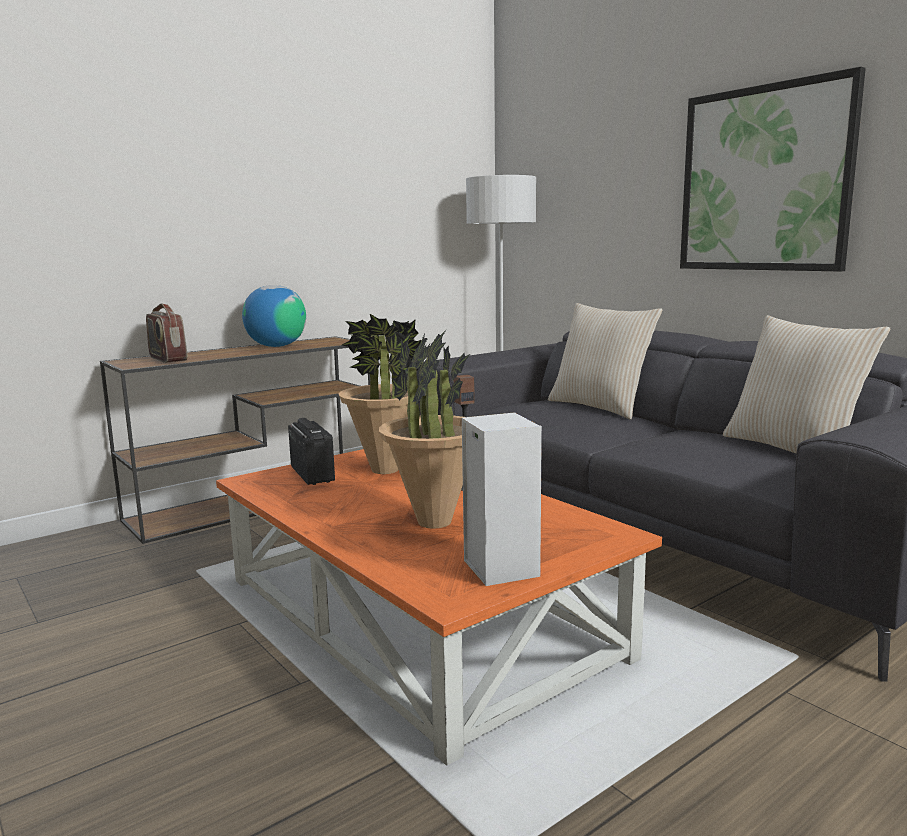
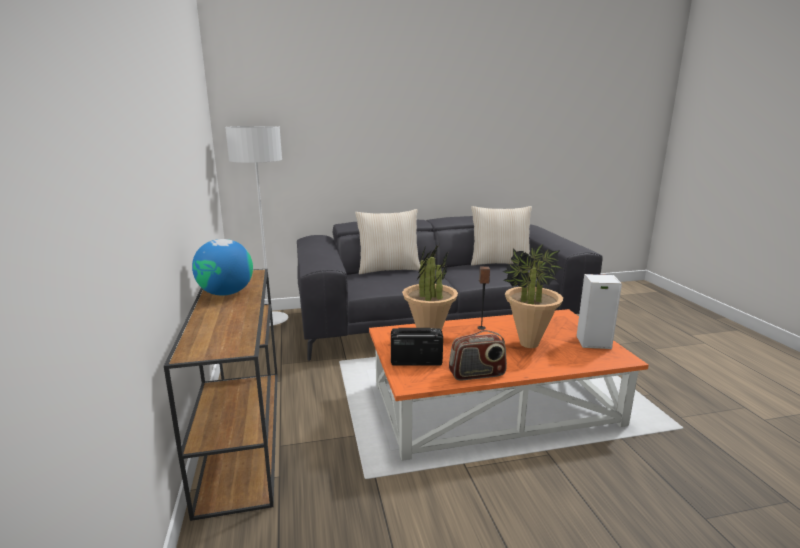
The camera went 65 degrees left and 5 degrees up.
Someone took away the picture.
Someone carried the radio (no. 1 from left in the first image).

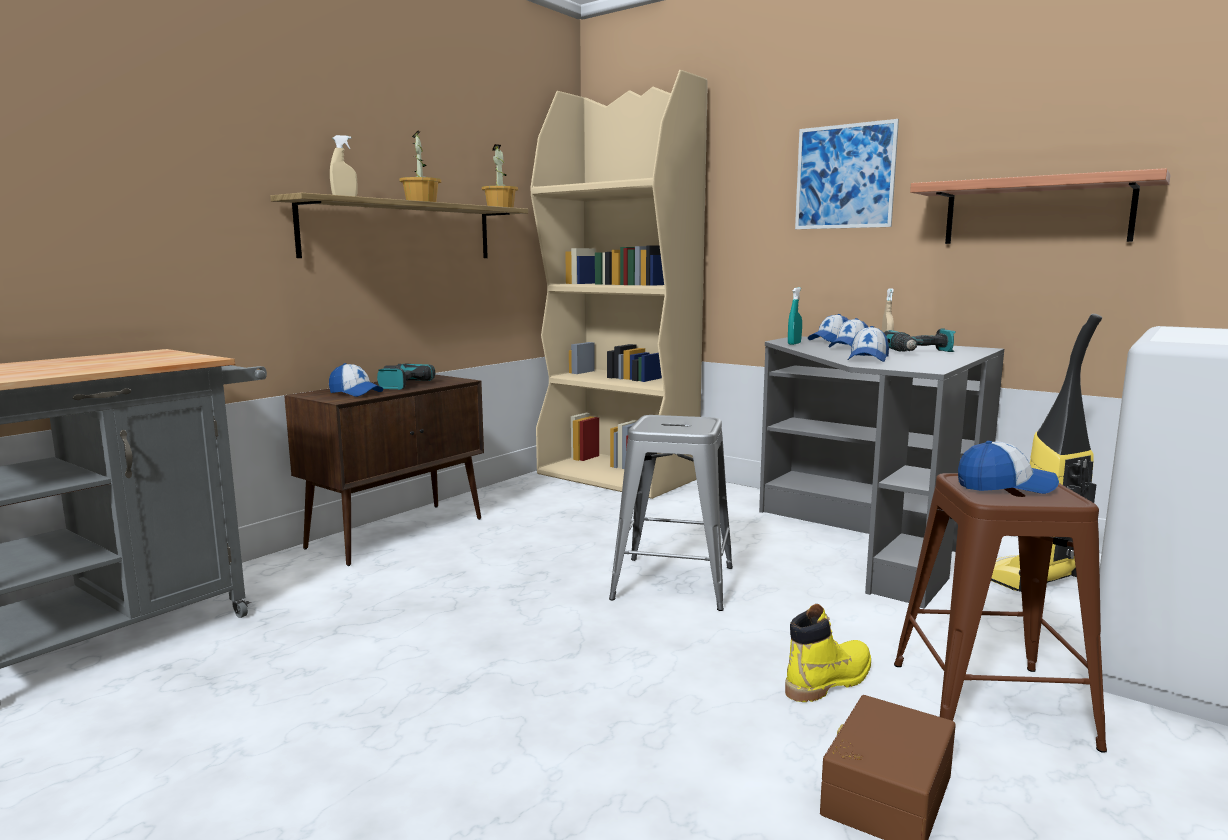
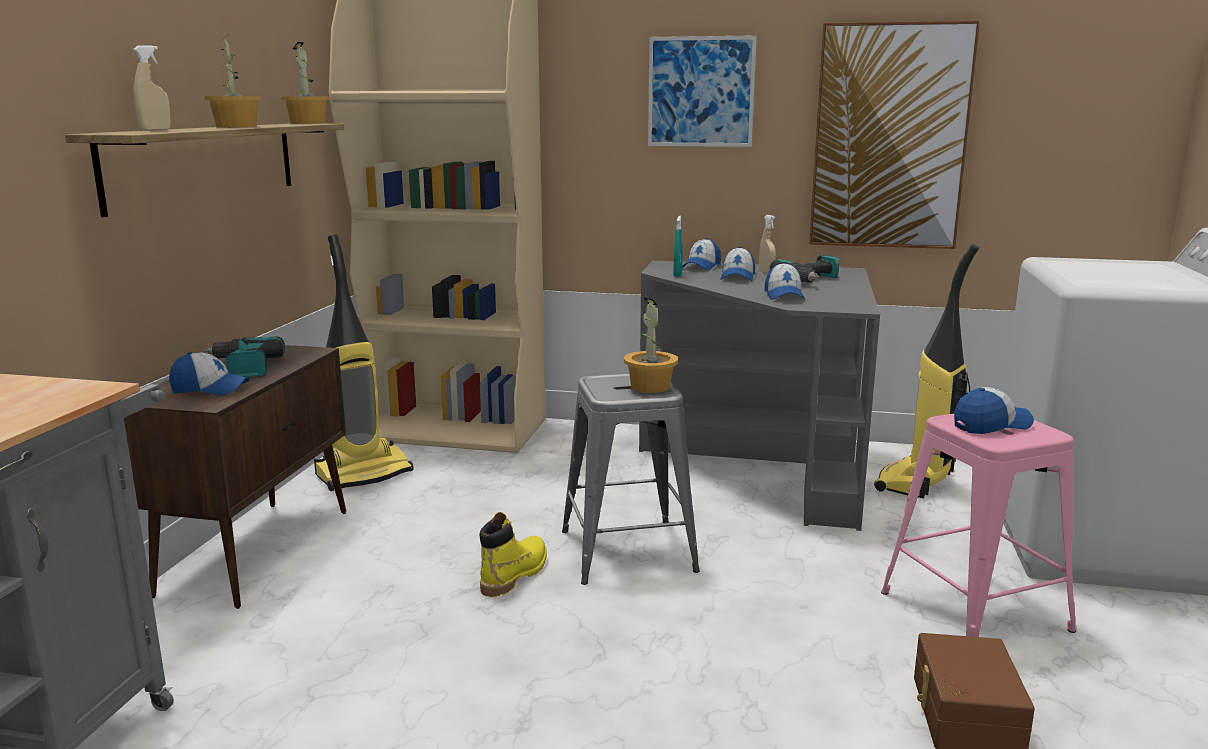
The camera went 25 degrees left and 5 degrees up.
Someone put down the vacuum cleaner (no. 1 from left).
Someone put down the potted plant (no. 3 from left).
Someone carried the yellow boot.
Someone swapped the shelf (no. 2 from left) for the picture (no. 2 from left).
Someone repainted the brown stool, which became the pink stool.

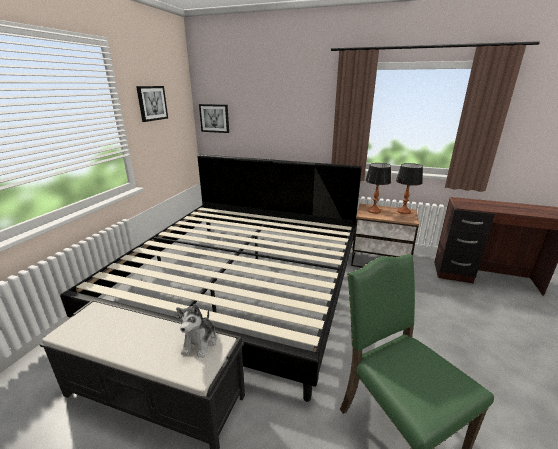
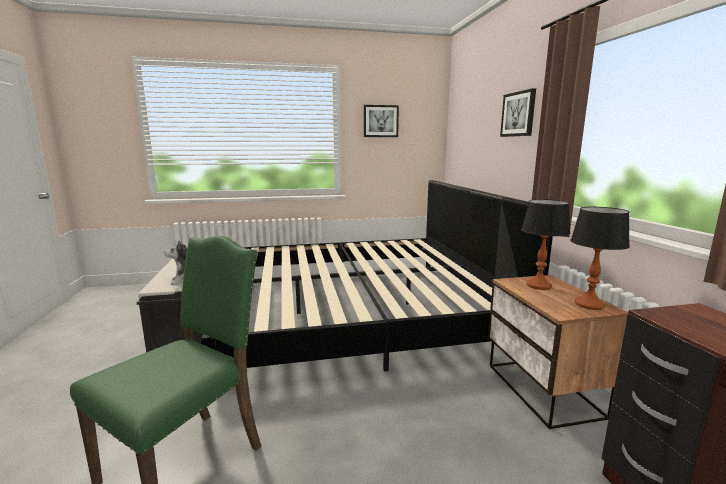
The camera went 60 degrees right and 10 degrees down.
Someone carried the picture (no. 2 from left).

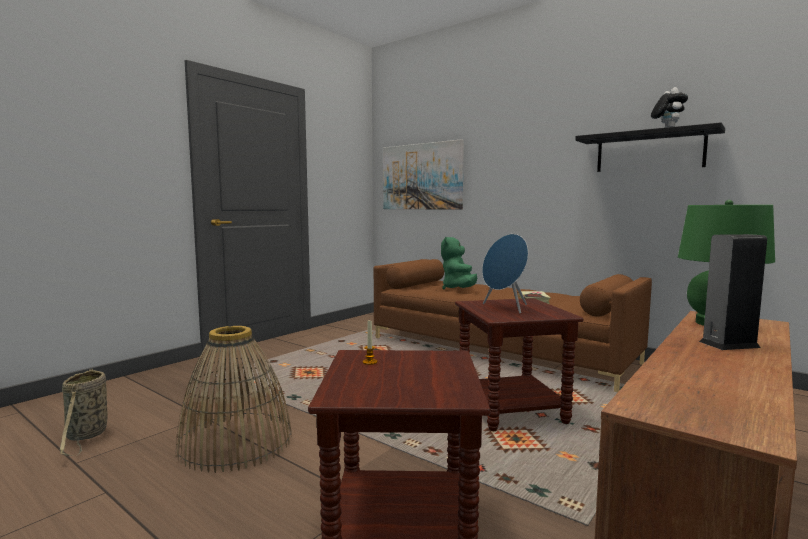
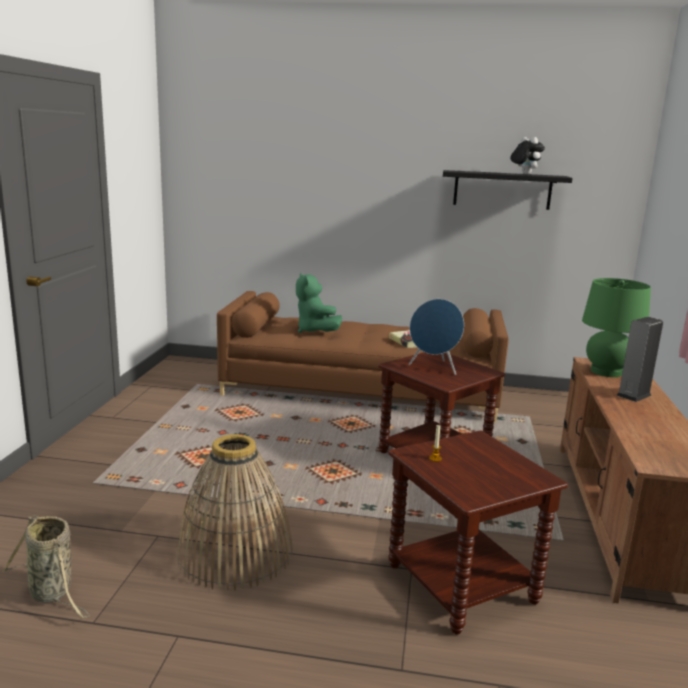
The camera went 30 degrees left and 10 degrees up.
Someone took away the picture.

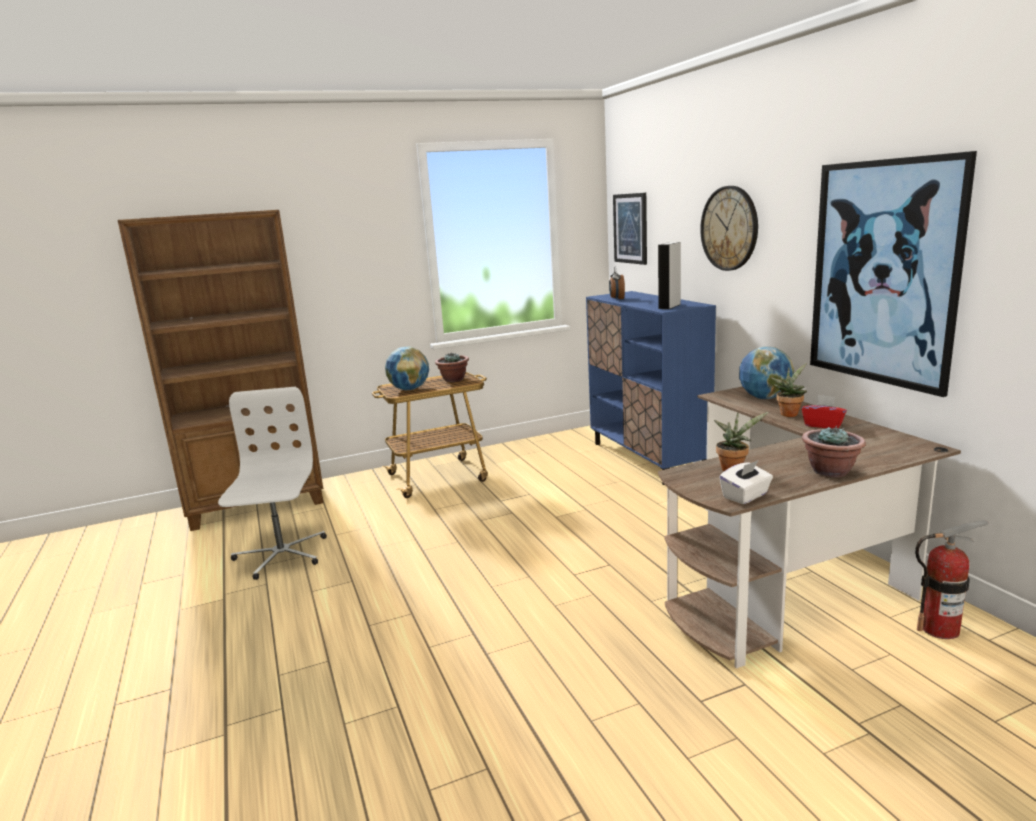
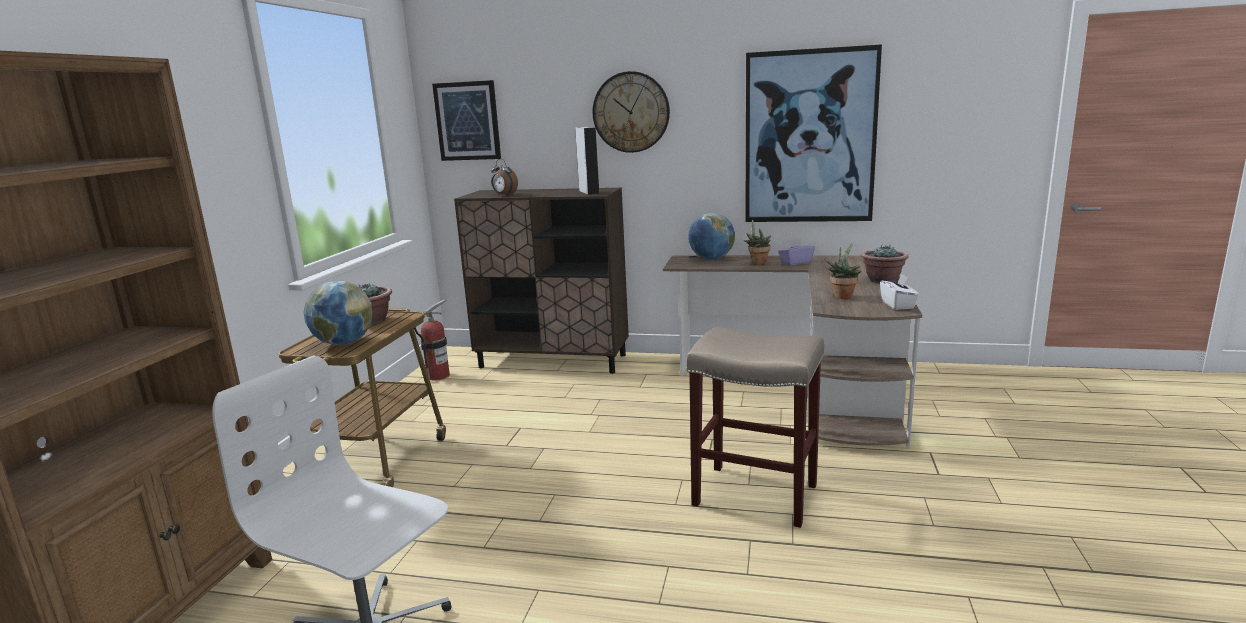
The camera went 55 degrees left and 0 degrees up.
Someone put down the beige stool.
Someone carried the fire extinguisher.
Someone repainted the blue cabinet, which became the brown cabinet.
Someone repainted the red tissue box, which became the purple tissue box.

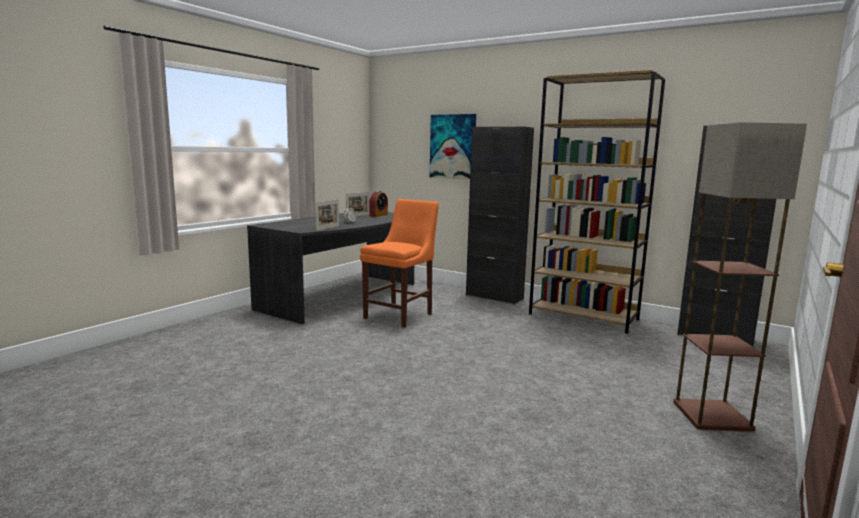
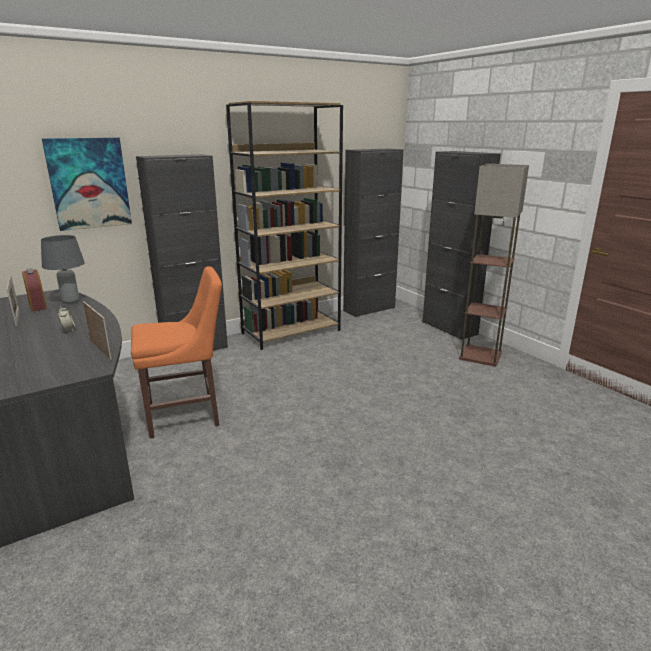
The camera went 65 degrees left and 10 degrees up.
Someone put down the grey table lamp.
Someone put down the black cabinet (no. 3 from left).
Someone rotated the orange chair by 105 degrees clockwise.

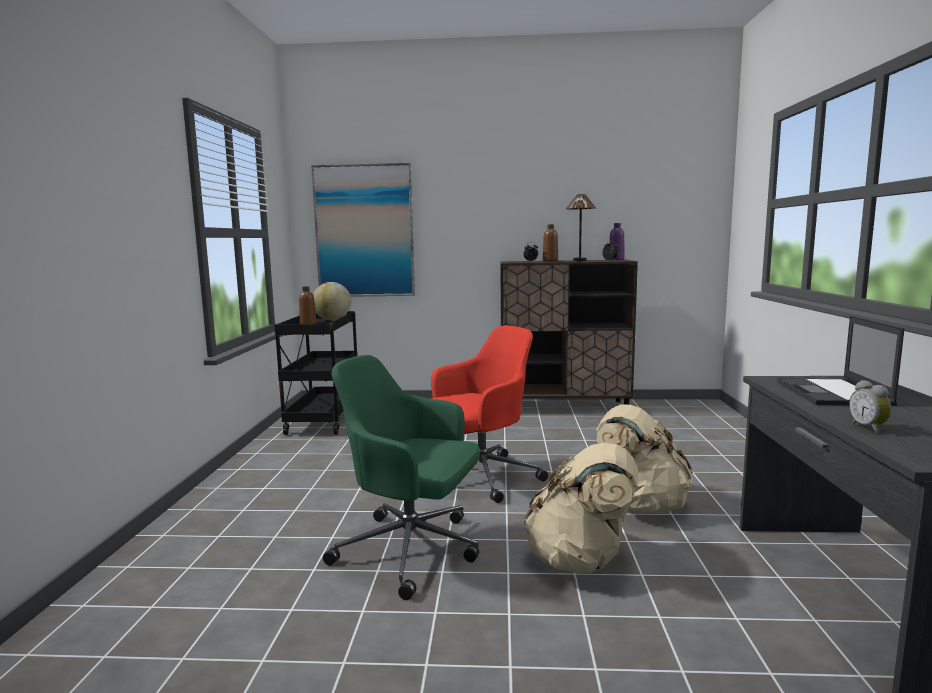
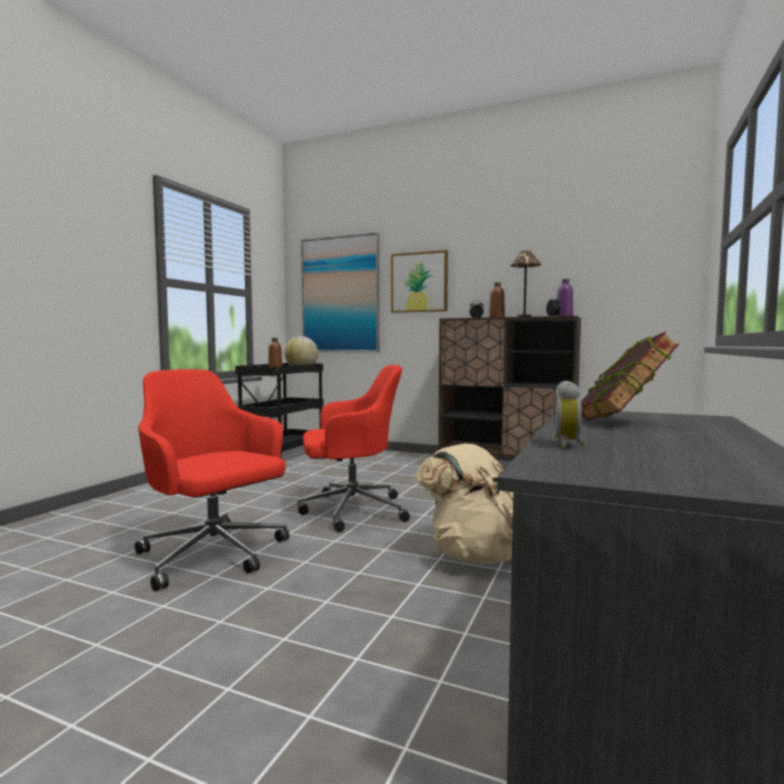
The camera went 20 degrees right and 5 degrees down.
Someone took away the beige backpack (no. 1 from left).
Someone put up the picture (no. 2 from left).
Someone swapped the laptop for the book.
Someone repainted the green office chair, which became the red office chair (no. 1 from left).

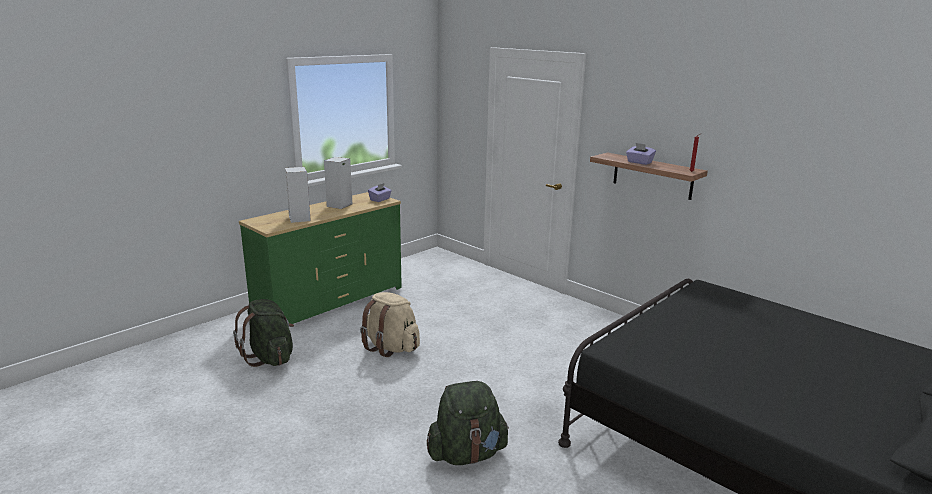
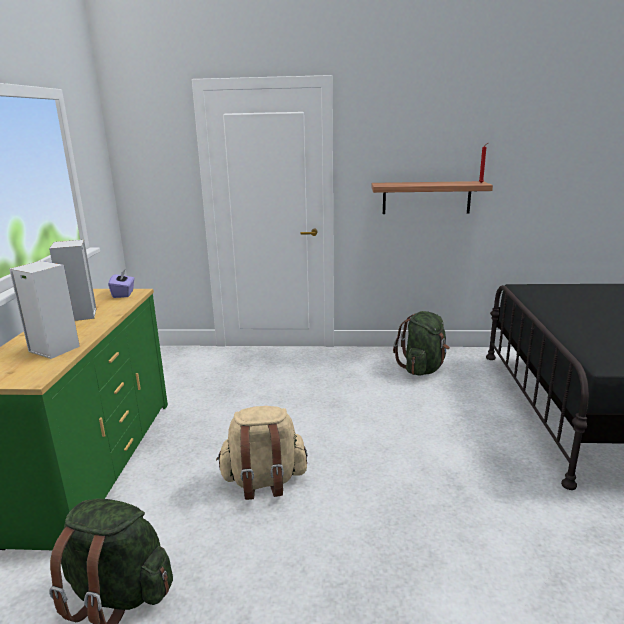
The camera went 40 degrees left and 0 degrees up.
Someone took away the purple tissue box (no. 2 from left).
Someone carried the green backpack (no. 2 from left).

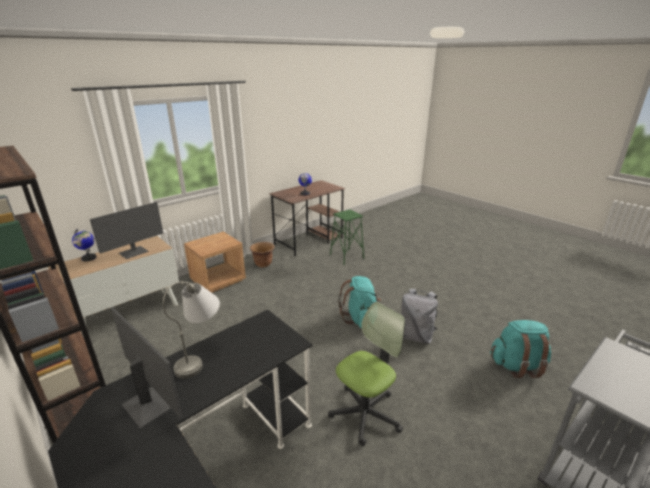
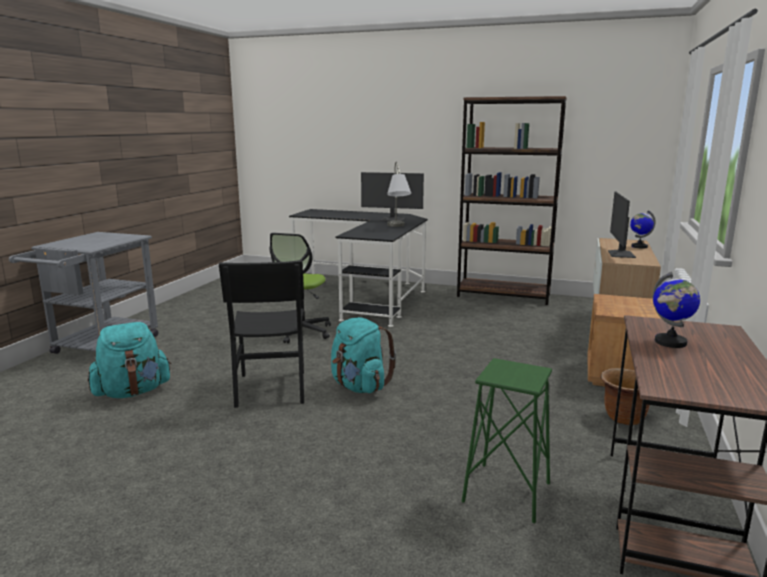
The camera went 150 degrees right and 10 degrees down.
Someone swapped the grey backpack for the black chair.

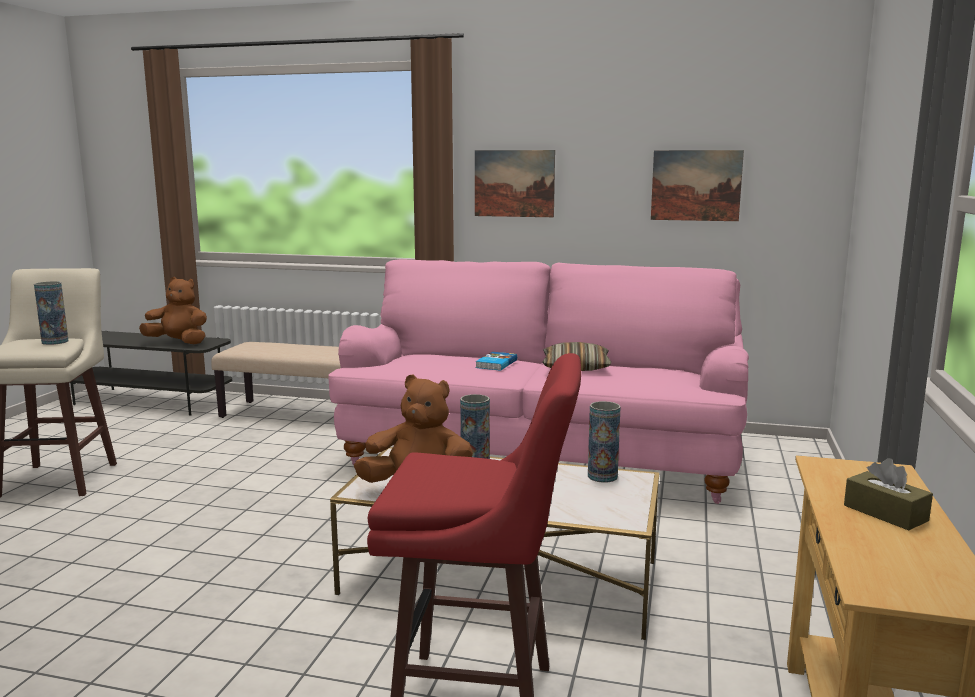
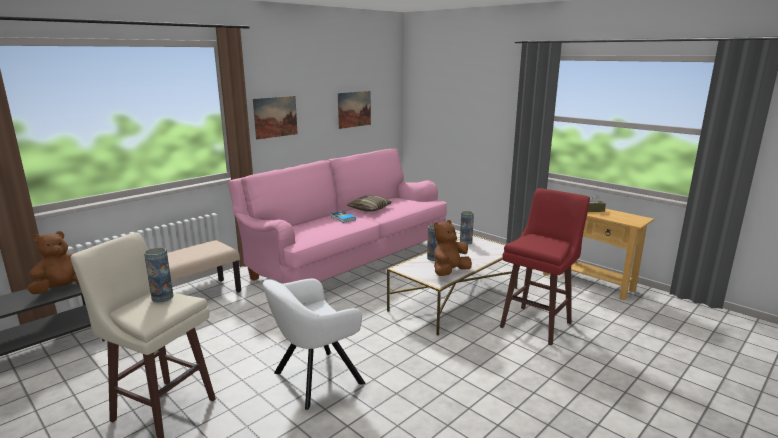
The camera went 60 degrees left and 5 degrees up.
Someone put down the white armchair.

